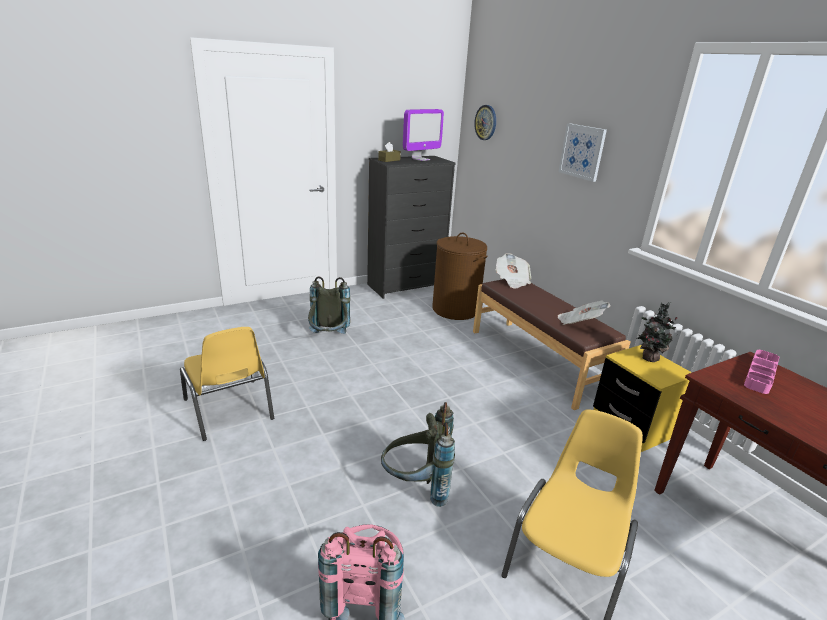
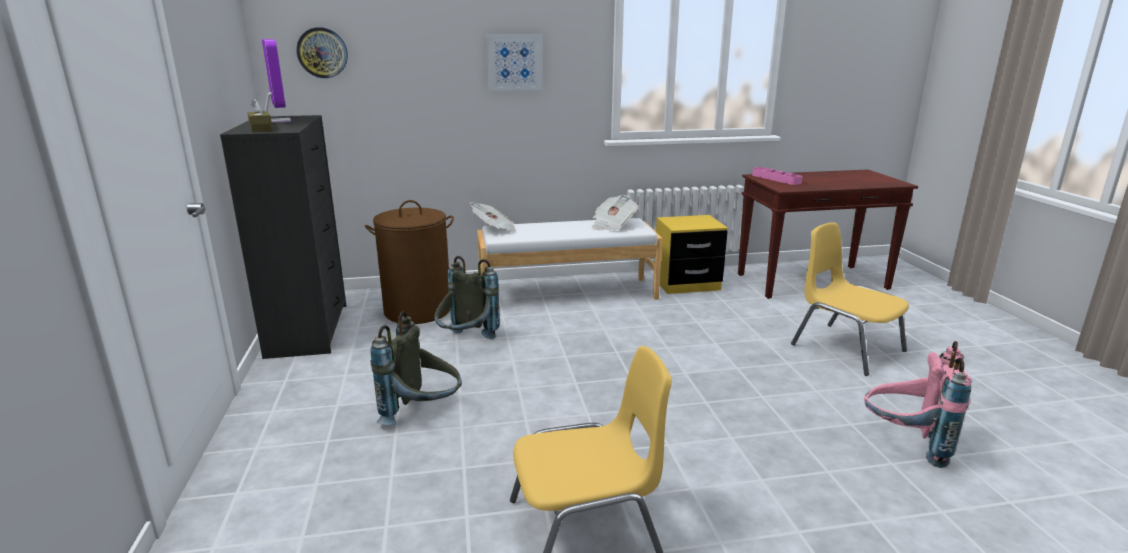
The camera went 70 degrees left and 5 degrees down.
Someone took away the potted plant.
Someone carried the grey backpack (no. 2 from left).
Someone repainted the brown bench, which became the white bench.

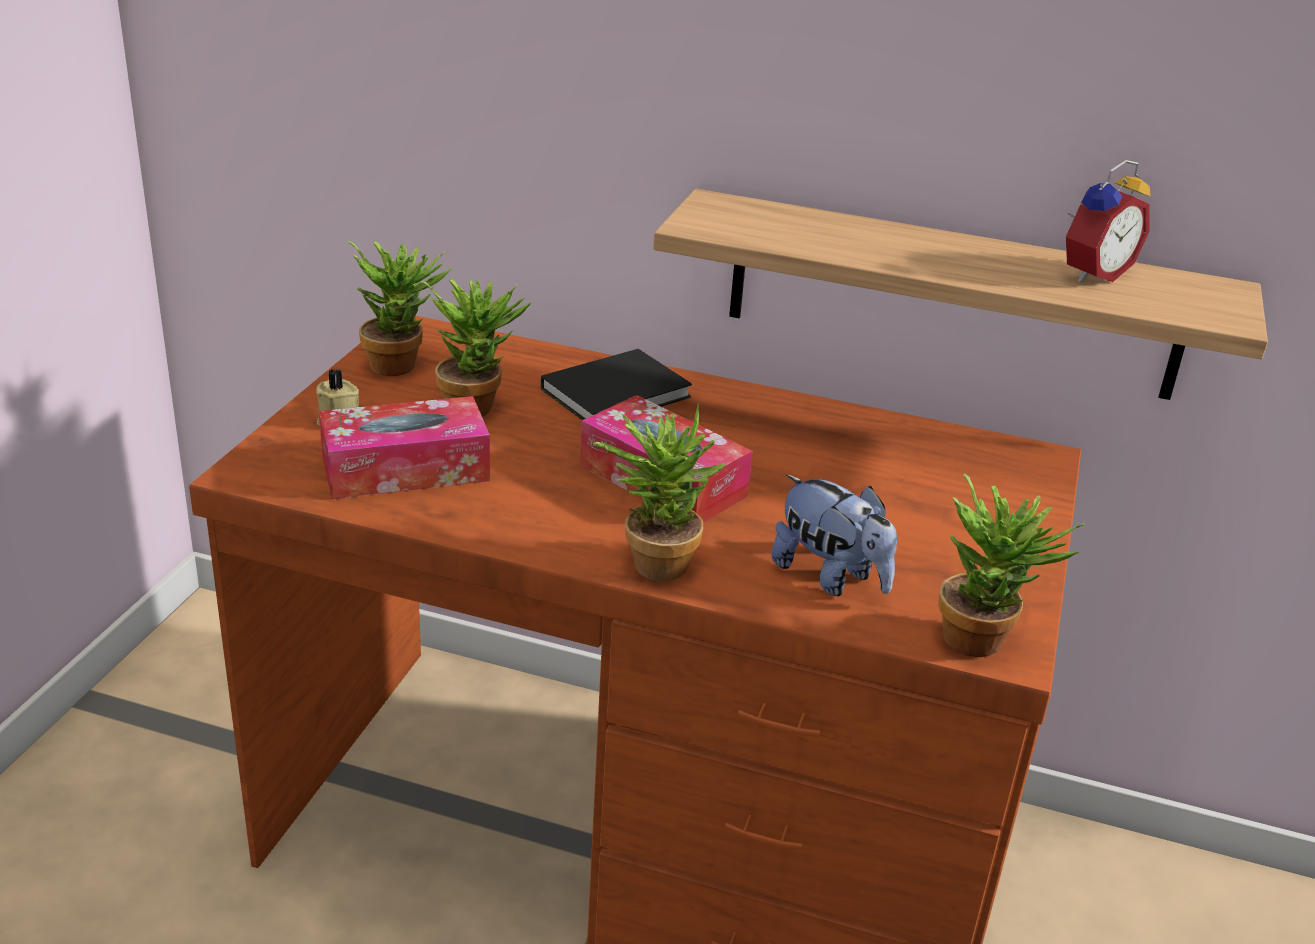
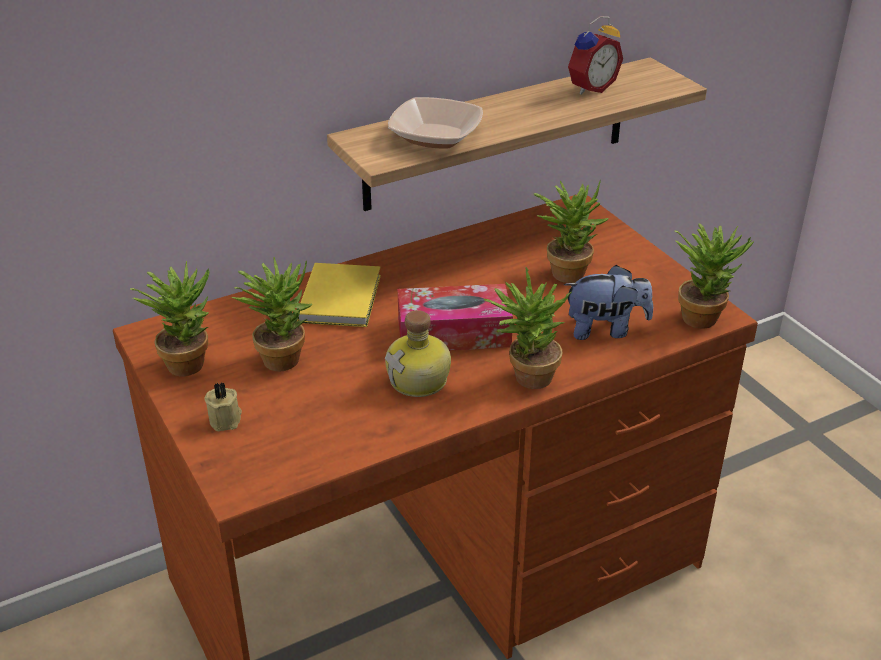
The camera went 45 degrees left and 5 degrees up.
Someone took away the tissue box (no. 1 from left).
Someone put down the bottle.
Someone put down the bowl.
Someone put down the potted plant (no. 4 from left).
Someone repainted the black book, which became the yellow book.
Someone rotated the alarm clock by 45 degrees clockwise.

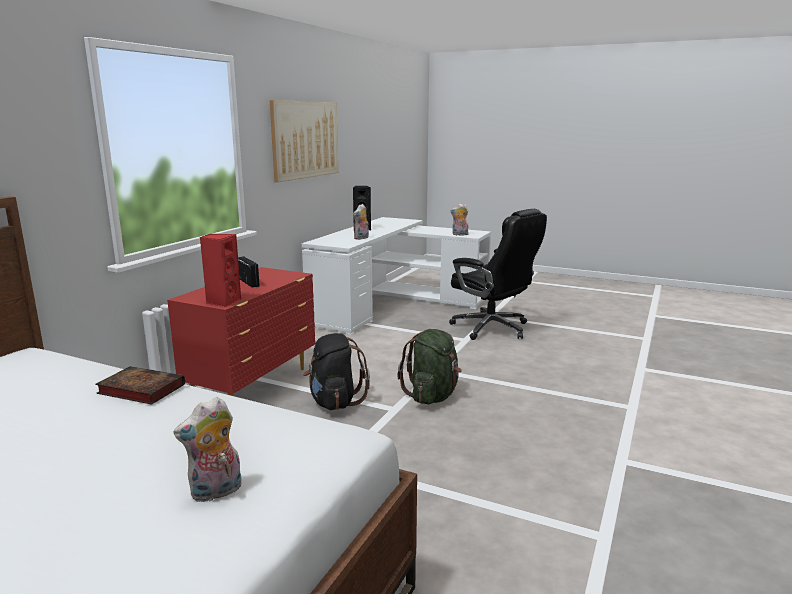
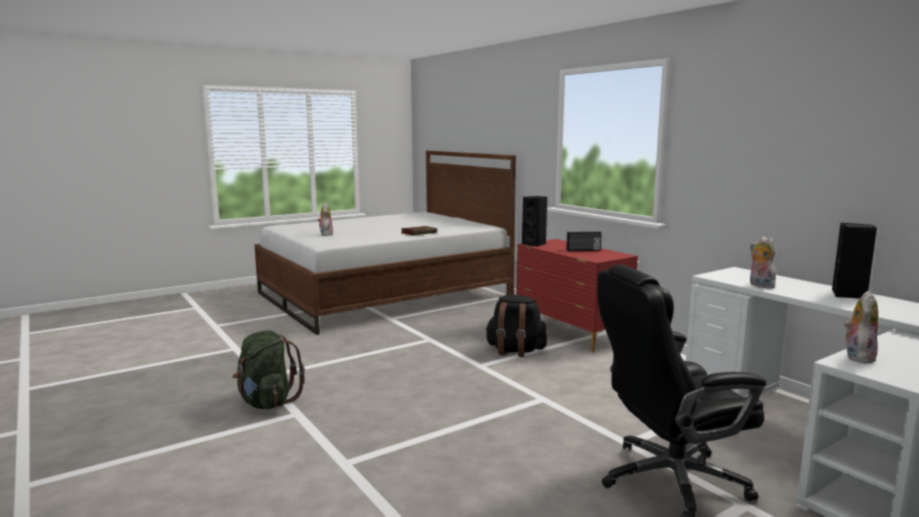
The camera went 120 degrees right and 5 degrees down.
Someone took away the picture.
Someone carried the green backpack.
Someone repainted the red speaker, which became the black speaker (no. 1 from left).

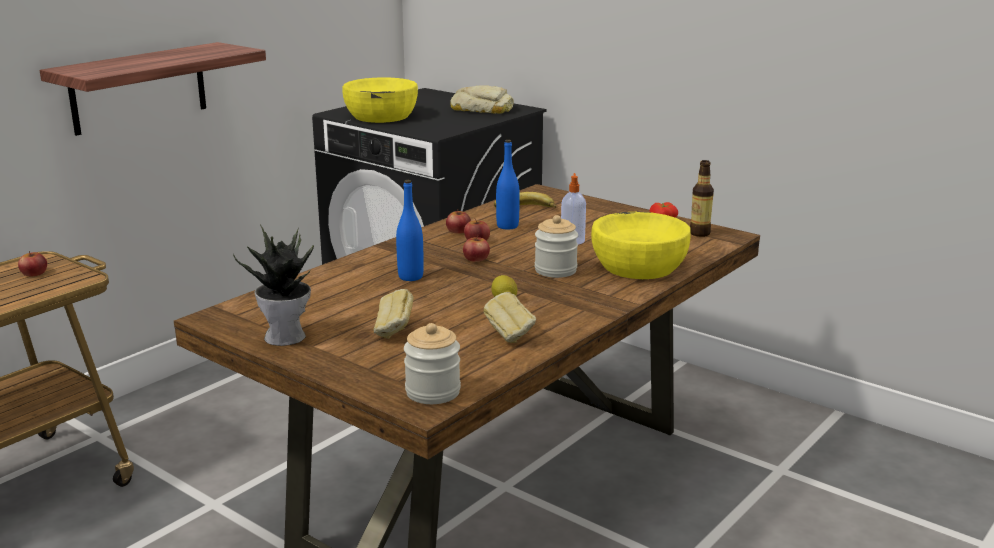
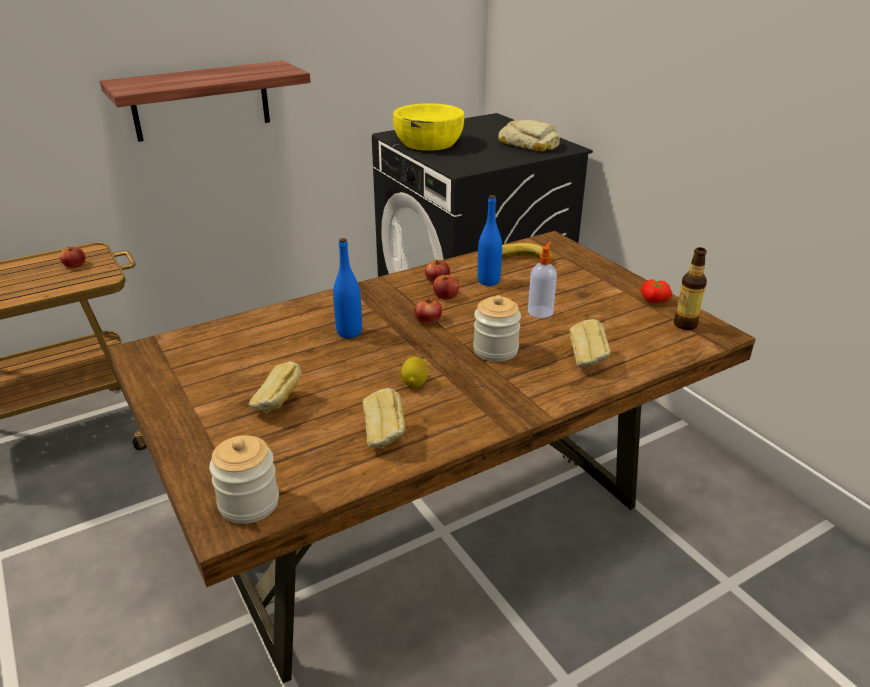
The camera went 20 degrees right and 10 degrees up.
Someone took away the potted plant.
Someone swapped the yellow bowl (no. 2 from left) for the bread (no. 4 from left).

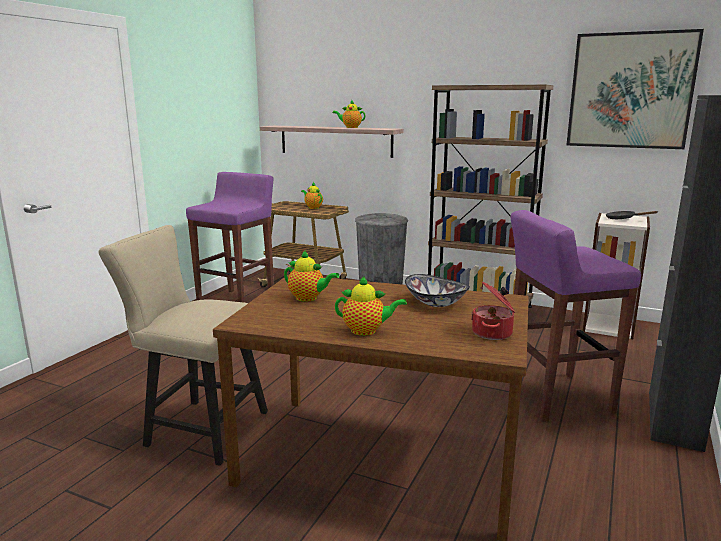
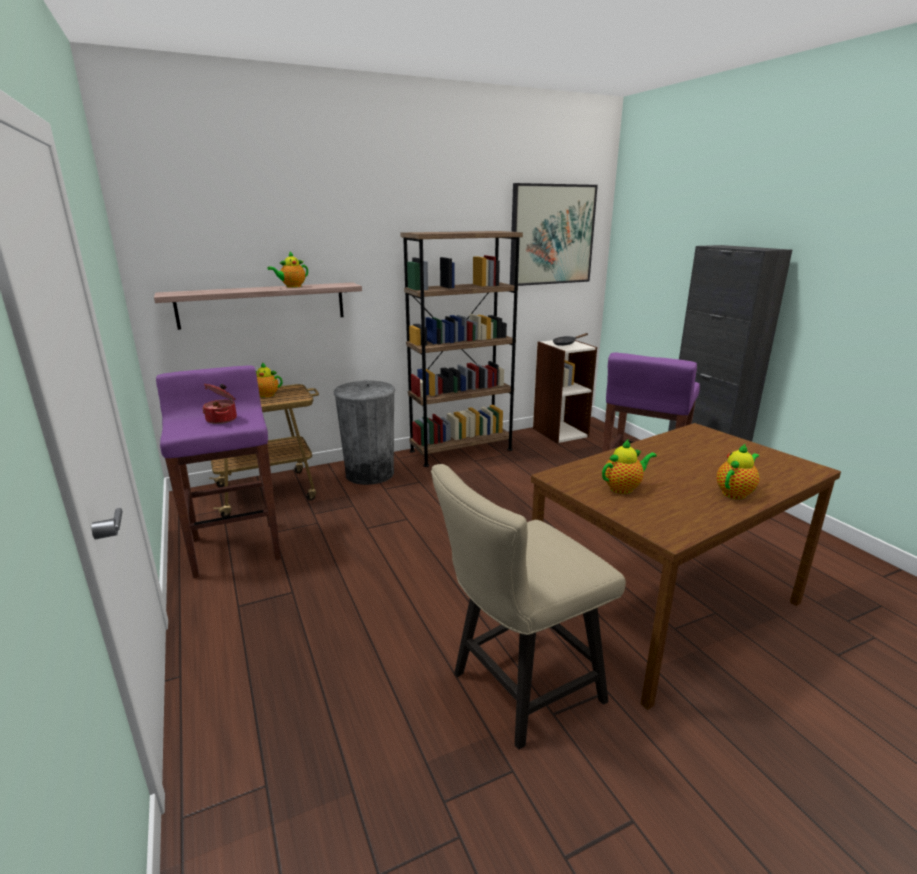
The camera went 50 degrees left and 5 degrees up.
Someone took away the bowl.
Someone carried the cooking pot.

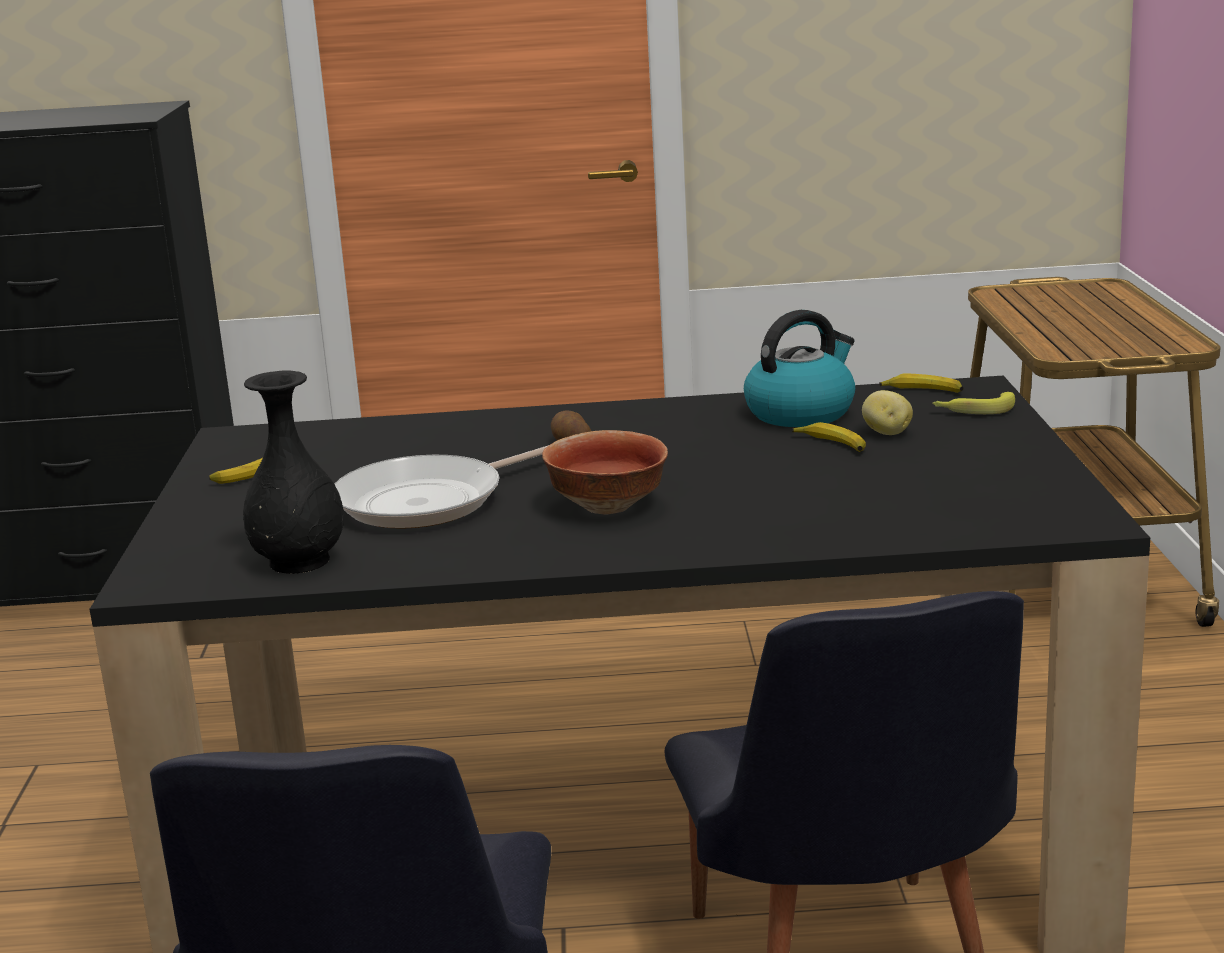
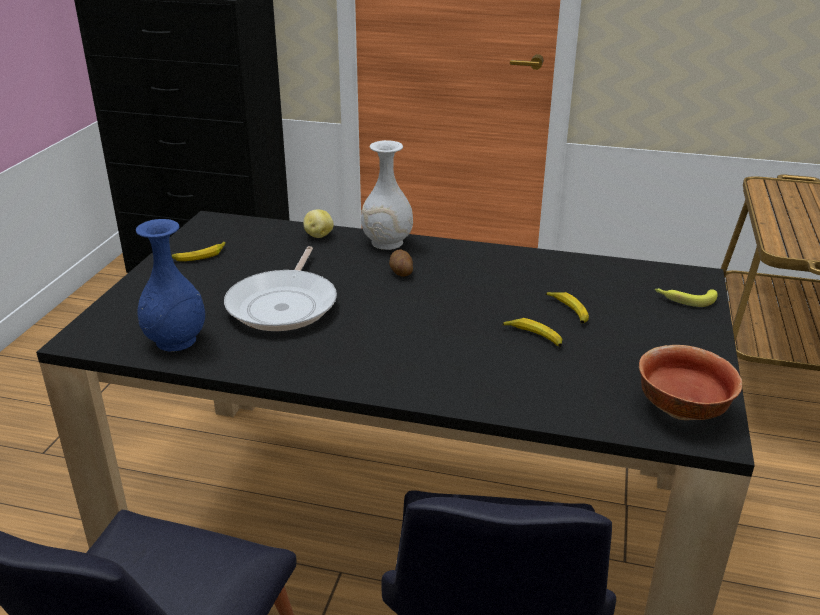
The camera went 15 degrees right and 10 degrees up.
Someone took away the kettle.
Someone put down the white vase.
Someone carried the bowl.
Someone carried the potato (no. 2 from left in the first image).
Someone carried the banana (no. 3 from left in the first image).
Someone repainted the black vase, which became the blue vase.
Someone rotated the frying pan by 60 degrees counterclockwise.

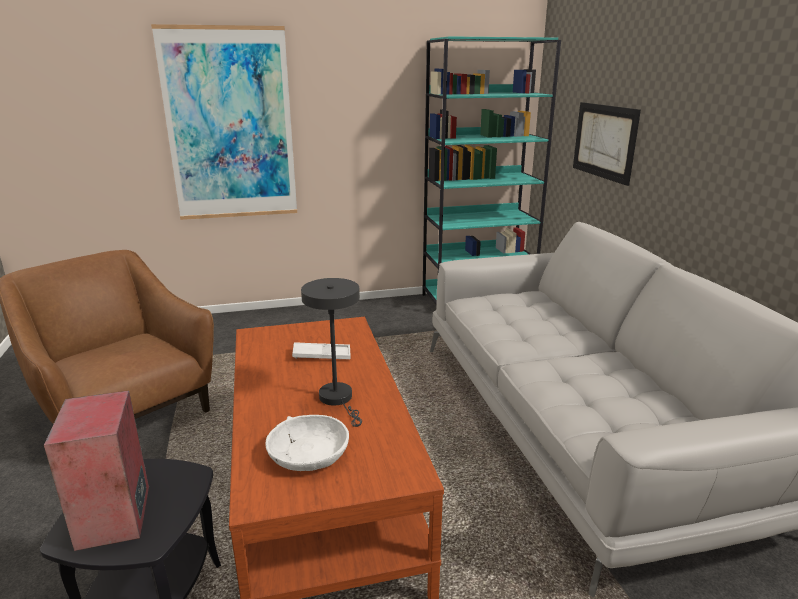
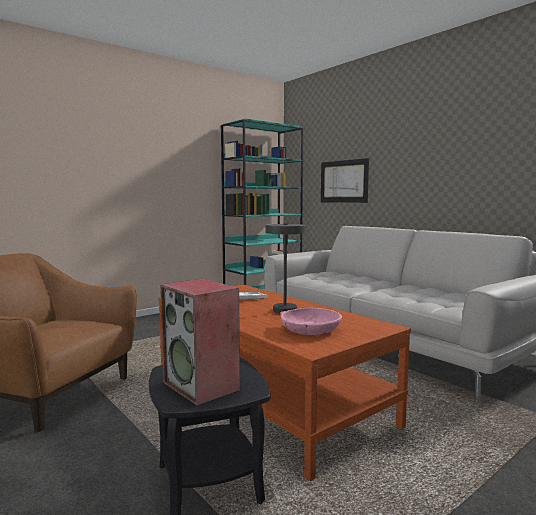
The camera went 25 degrees left and 15 degrees down.
Someone took away the picture (no. 1 from left).
Someone repainted the white bowl, which became the pink bowl.

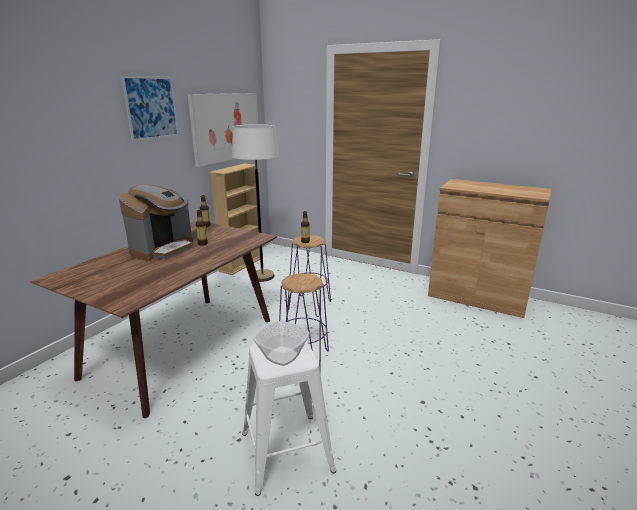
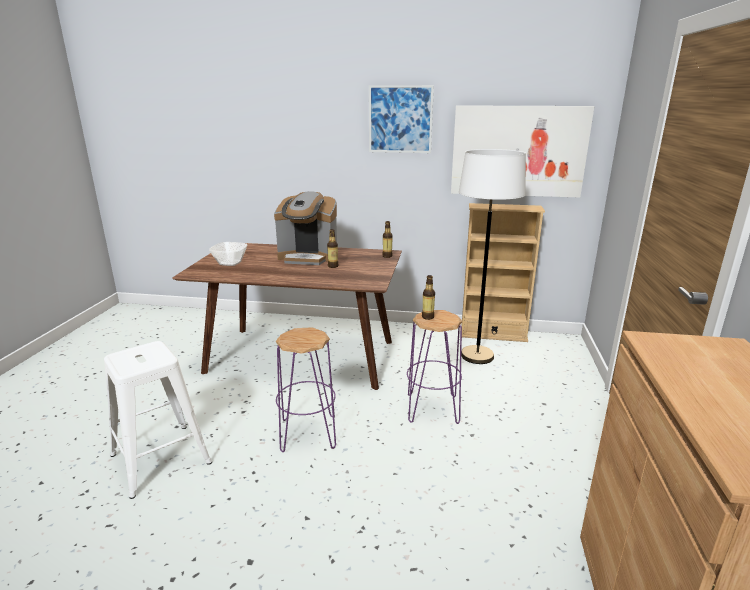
The camera went 70 degrees right and 0 degrees up.
Someone carried the bowl.

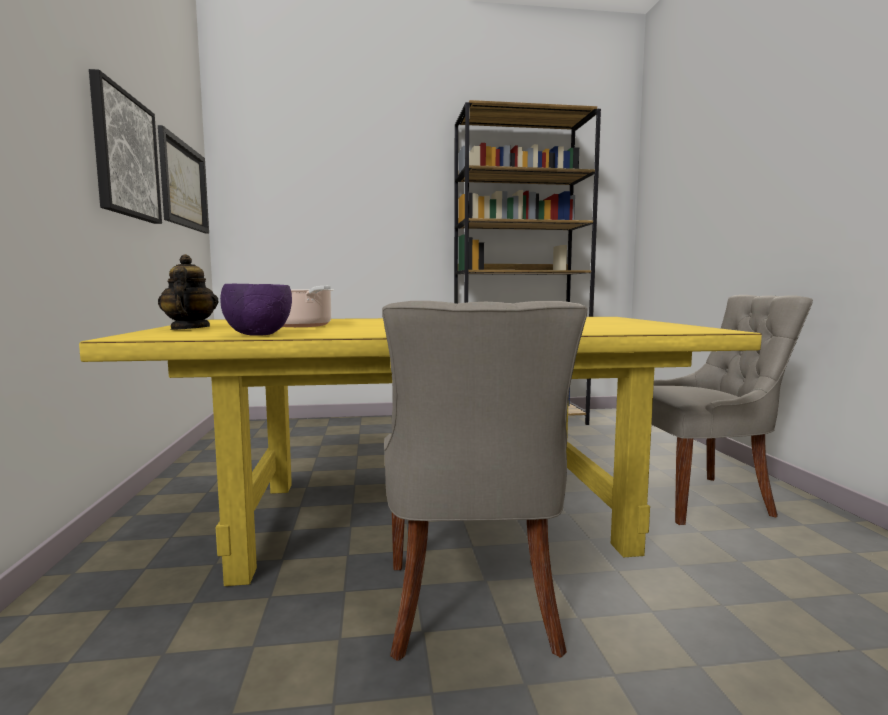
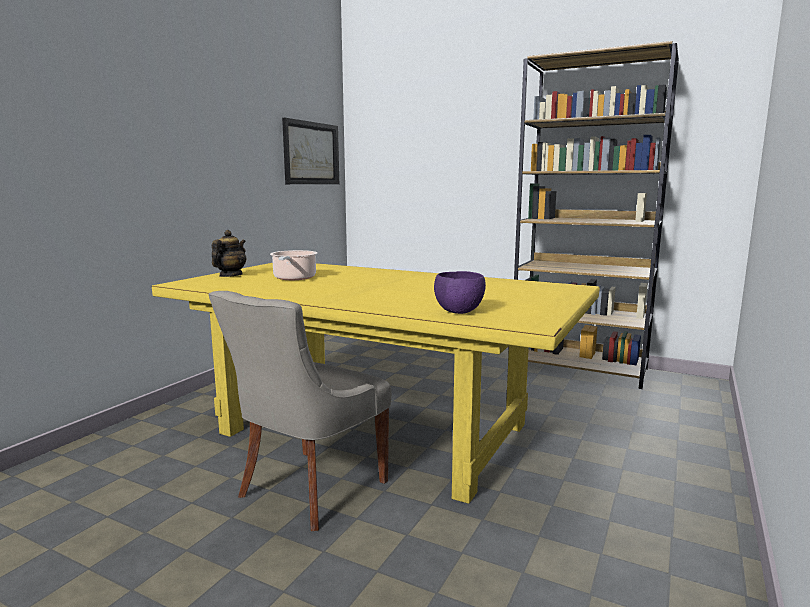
The camera went 35 degrees right and 5 degrees up.
Someone took away the picture (no. 1 from left).
Someone took away the grey chair (no. 2 from left).
Someone carried the purple bowl.

